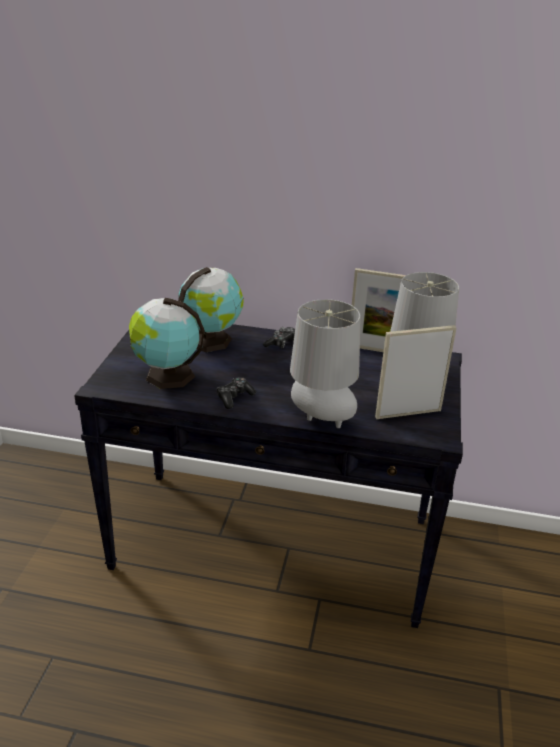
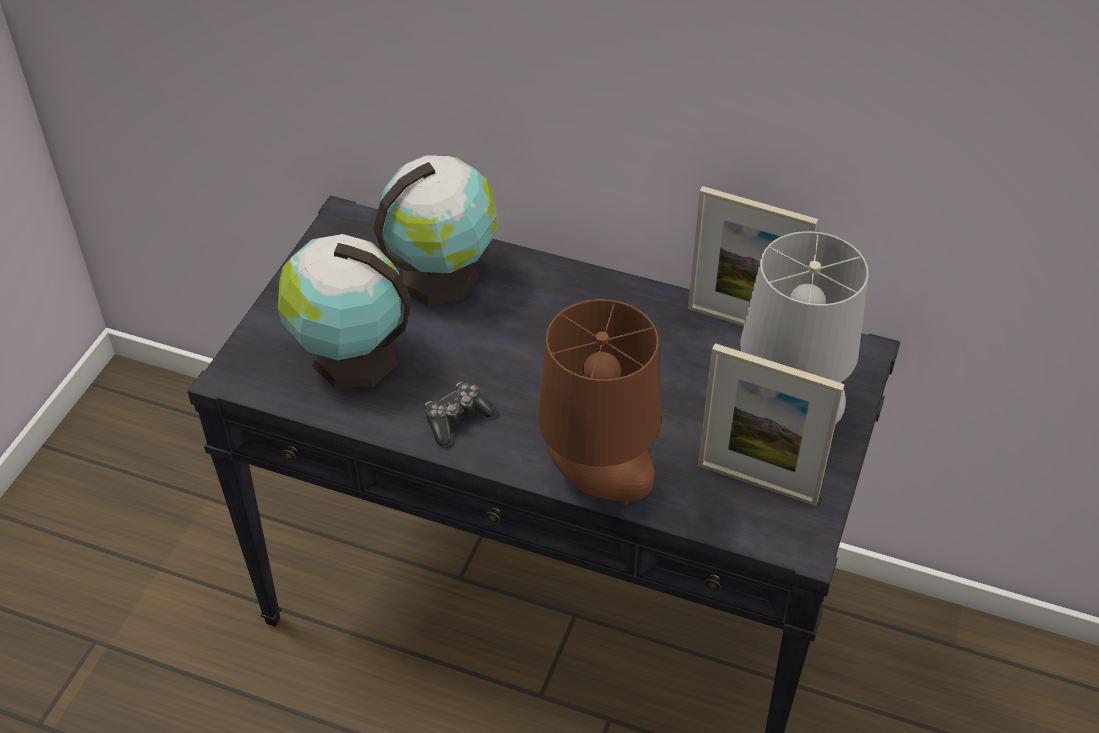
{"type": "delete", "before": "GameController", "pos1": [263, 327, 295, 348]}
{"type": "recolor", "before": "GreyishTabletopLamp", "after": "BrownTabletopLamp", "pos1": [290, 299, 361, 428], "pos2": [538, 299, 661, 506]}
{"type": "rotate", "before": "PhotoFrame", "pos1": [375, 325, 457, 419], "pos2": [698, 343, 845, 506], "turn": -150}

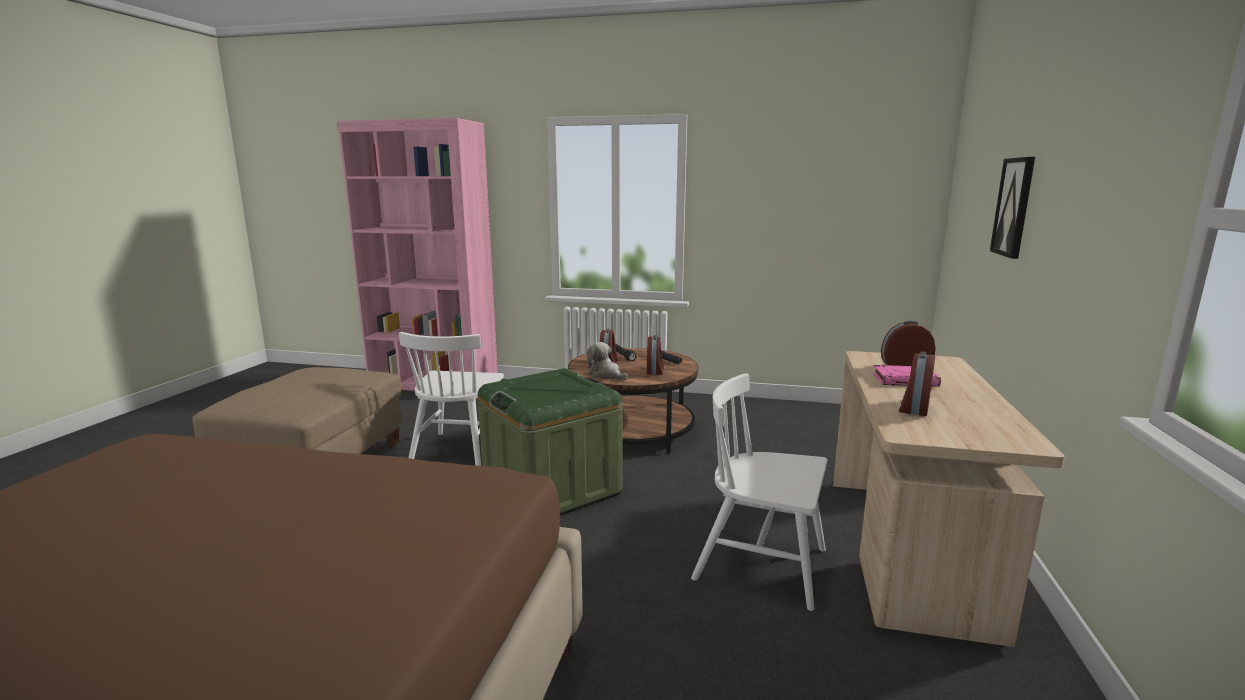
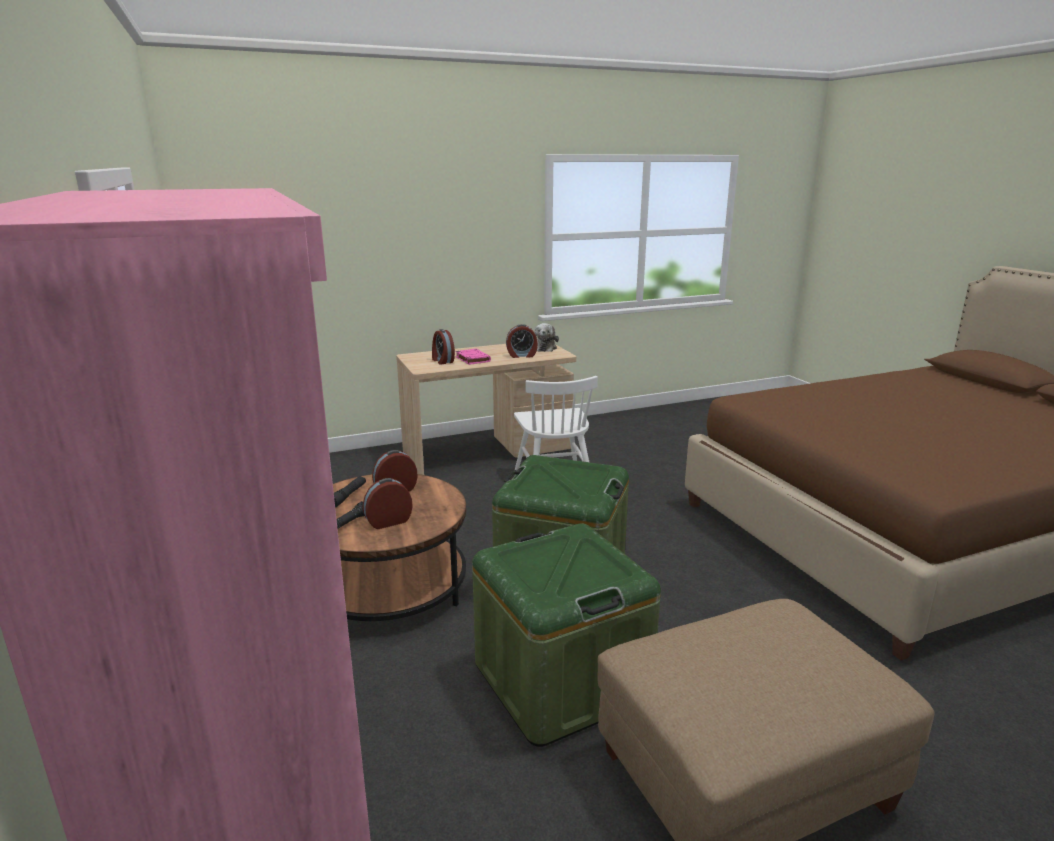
{"type": "delete", "before": "WallArt", "pos1": [990, 157, 1035, 259]}
{"type": "move", "before": "CuddlyToy", "pos1": [586, 342, 628, 380], "pos2": [534, 323, 559, 352]}
{"type": "replace", "before": "WhitePlainChair", "after": "GreenColouredStorageBin", "pos1": [399, 332, 504, 466], "pos2": [472, 523, 661, 747]}

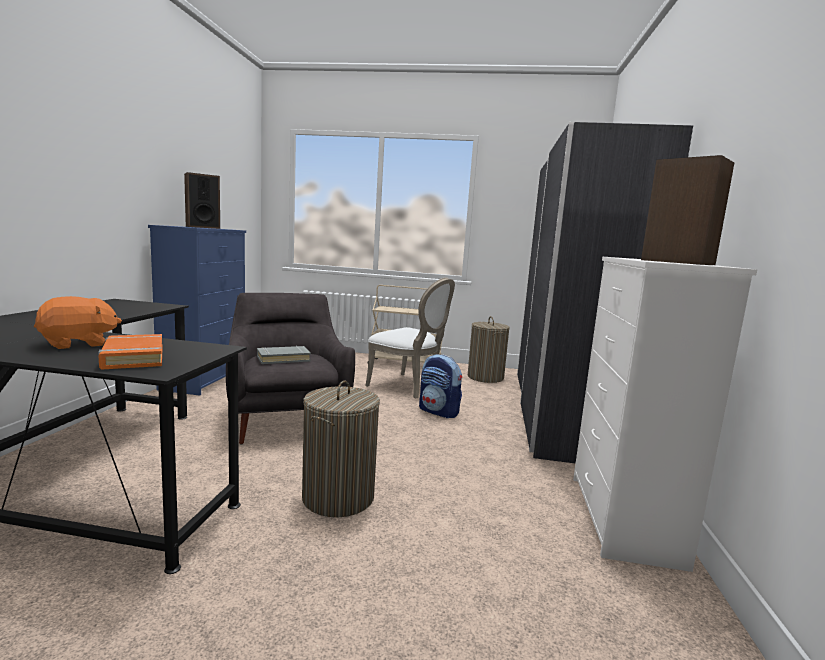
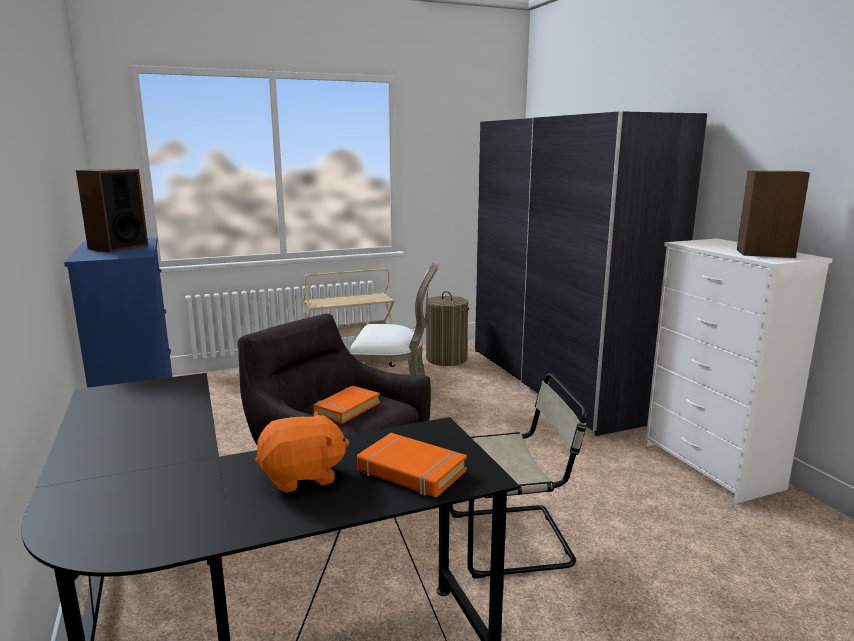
{"type": "delete", "before": "Backpack", "pos1": [419, 354, 462, 418]}
{"type": "replace", "before": "LaundryBasket", "after": "BeigeColouredPlainChair", "pos1": [302, 380, 380, 517], "pos2": [449, 373, 587, 578]}
{"type": "recolor", "before": "GreyishBoundBook", "after": "OrangeyBoundBook", "pos1": [257, 346, 311, 364], "pos2": [313, 386, 380, 424]}
{"type": "rotate", "before": "OrangeyCuddlyToy", "pos1": [34, 296, 122, 349], "pos2": [255, 411, 350, 493], "turn": 45}

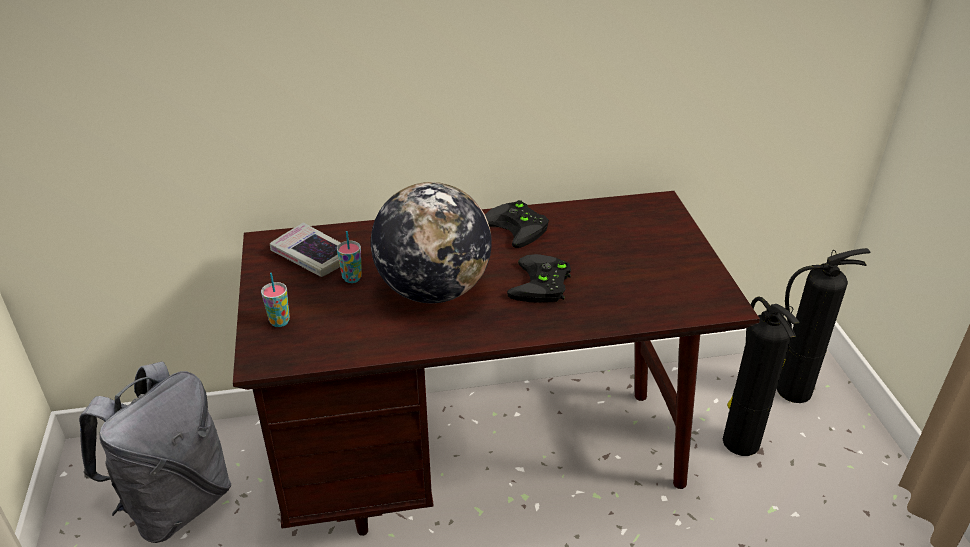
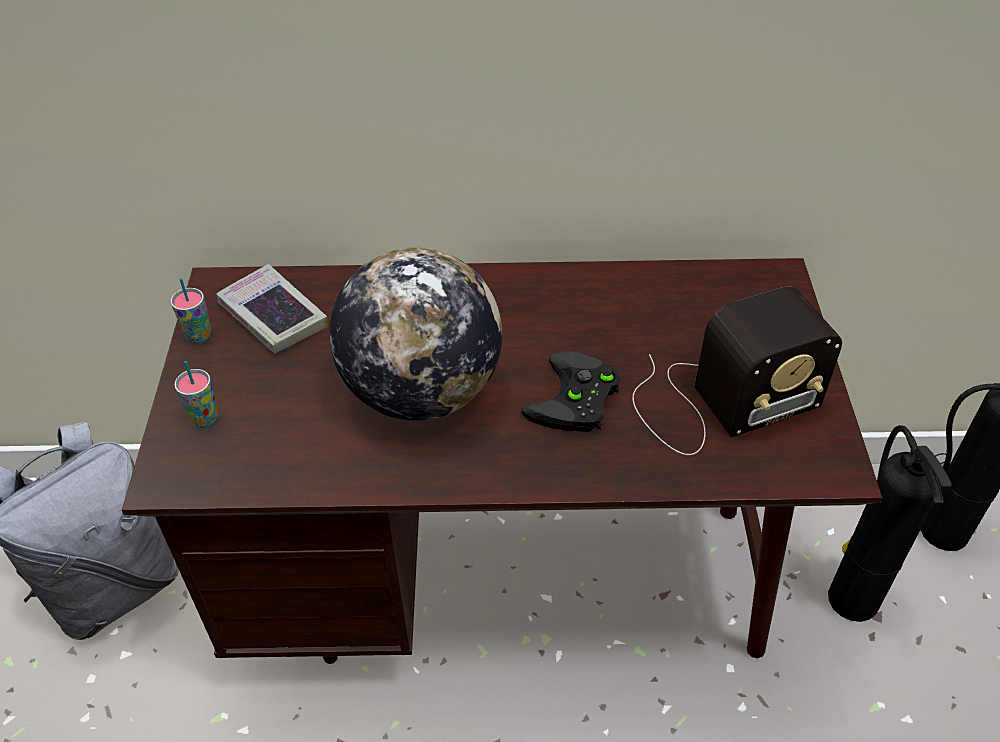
{"type": "delete", "before": "BlackGameController", "pos1": [485, 200, 549, 248]}
{"type": "insert", "after": "RadioReceiver", "pos2": [632, 286, 842, 455]}
{"type": "move", "before": "DrinkingCup", "pos1": [337, 231, 362, 283], "pos2": [171, 278, 211, 344]}

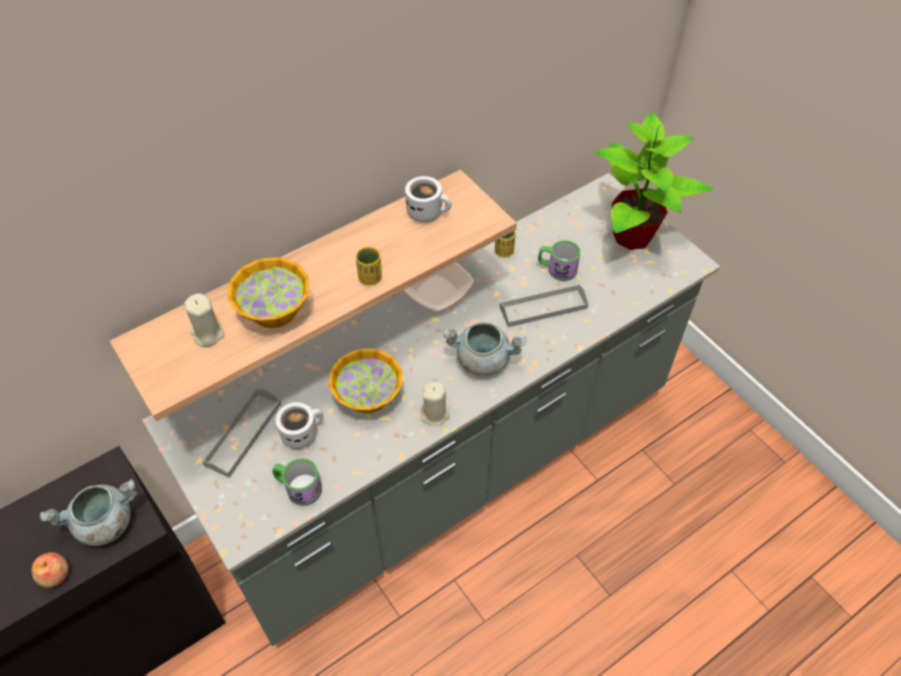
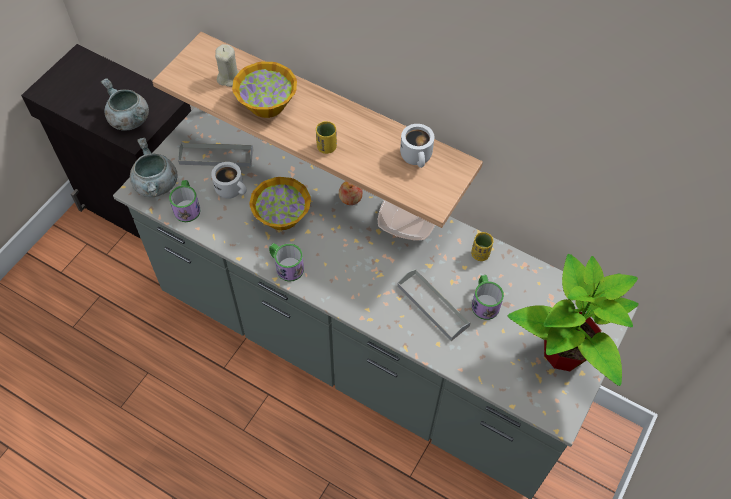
{"type": "move", "before": "WholeApple", "pos1": [32, 553, 69, 588], "pos2": [339, 181, 363, 205]}
{"type": "move", "before": "GreyishCookingPot", "pos1": [443, 322, 526, 376], "pos2": [130, 138, 177, 197]}
{"type": "replace", "before": "BeigeColouredCandle", "after": "TeaMug", "pos1": [421, 382, 450, 426], "pos2": [269, 243, 304, 282]}

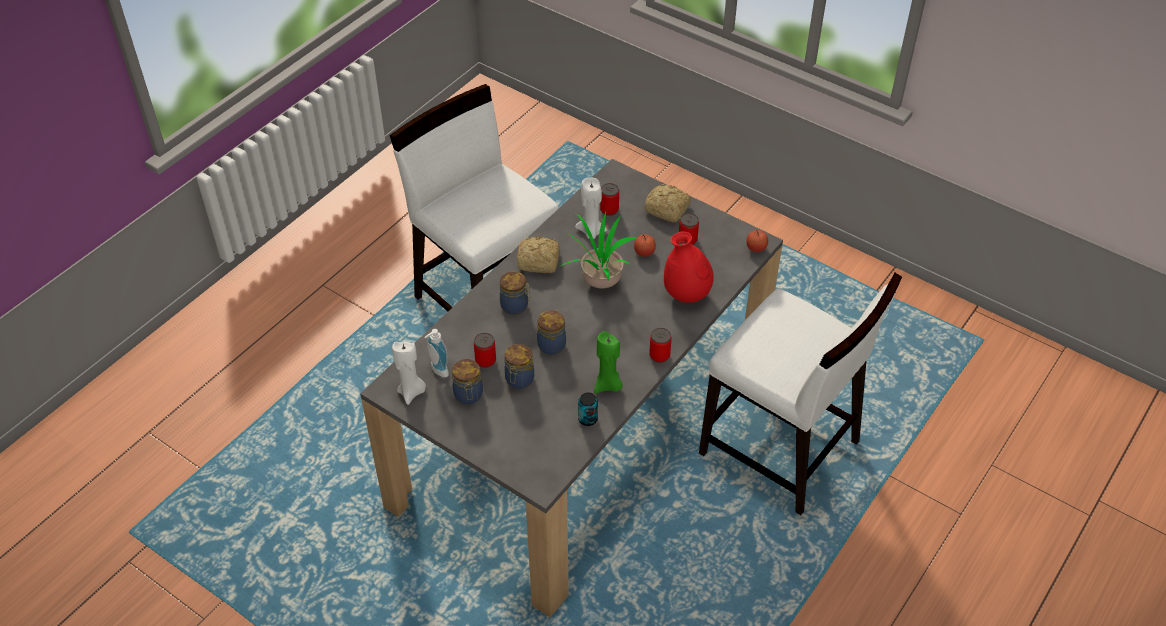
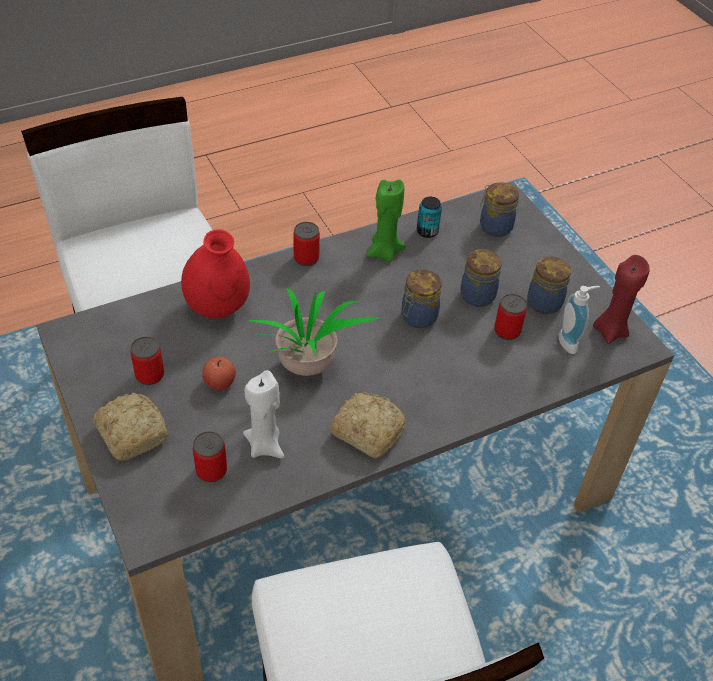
{"type": "delete", "before": "WholeApple", "pos1": [746, 230, 768, 252]}
{"type": "move", "before": "StorageJar", "pos1": [500, 271, 531, 315], "pos2": [480, 182, 519, 237]}
{"type": "recolor", "before": "WhiteCandle", "after": "RedColouredCandle", "pos1": [392, 342, 426, 405], "pos2": [593, 255, 650, 344]}

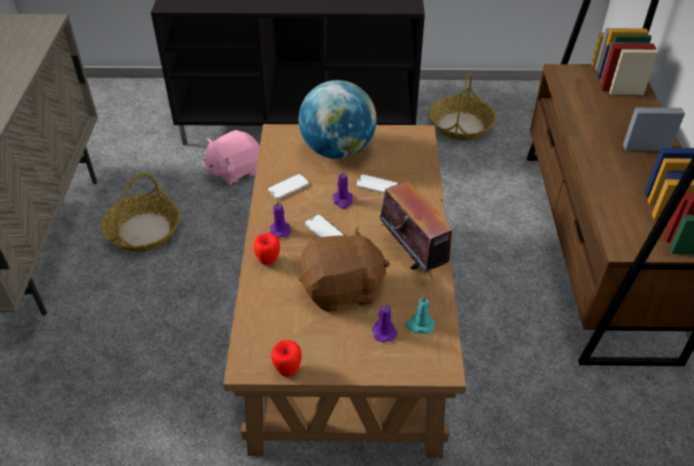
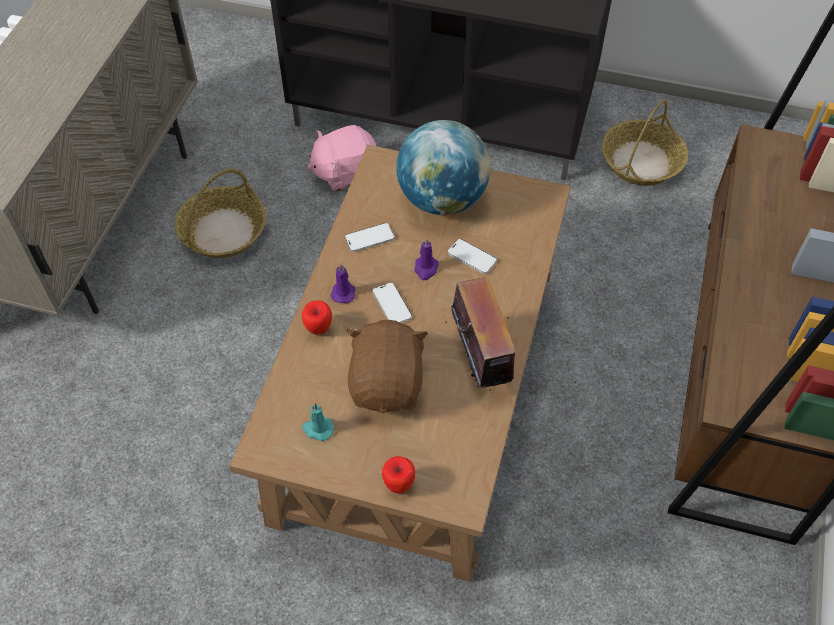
{"type": "delete", "before": "PurplishCandle", "pos1": [372, 302, 398, 342]}
{"type": "move", "before": "WholeApple", "pos1": [271, 340, 302, 377], "pos2": [382, 456, 415, 494]}
{"type": "move", "before": "TurquoiseColouredCandle", "pos1": [405, 295, 435, 334], "pos2": [302, 403, 334, 441]}
{"type": "rotate", "before": "BrownCuddlyToy", "pos1": [299, 227, 390, 312], "pos2": [347, 320, 428, 413], "turn": -90}

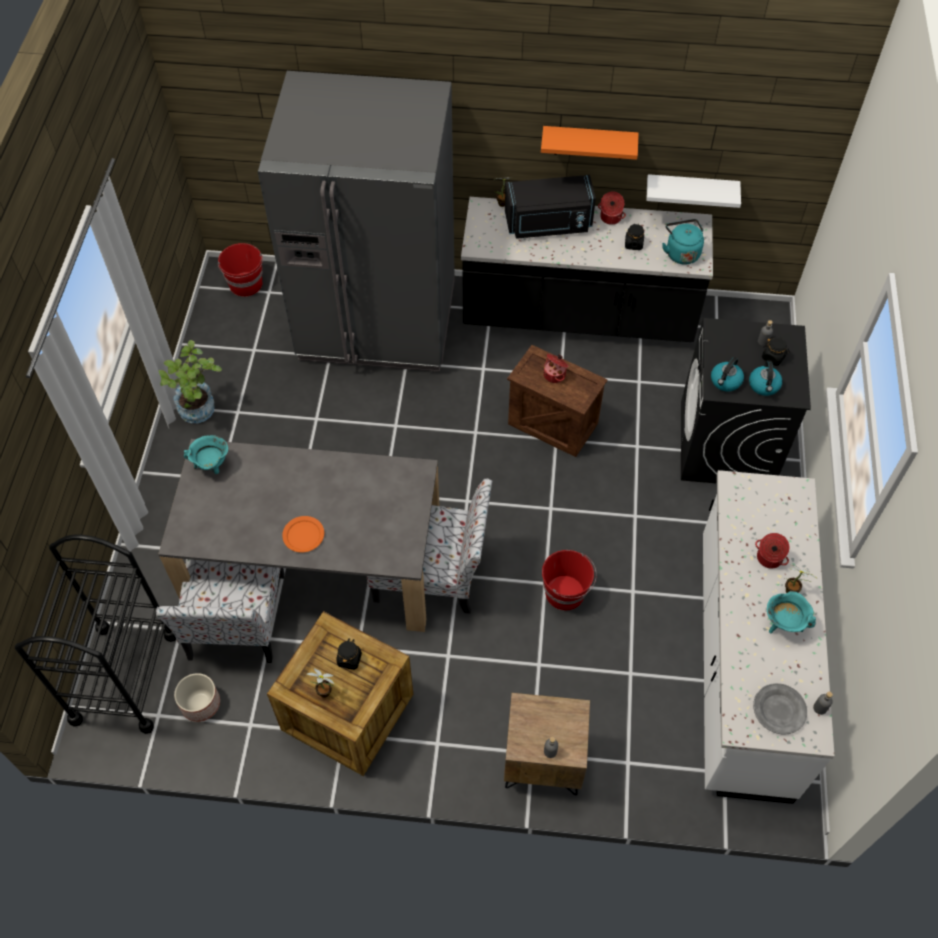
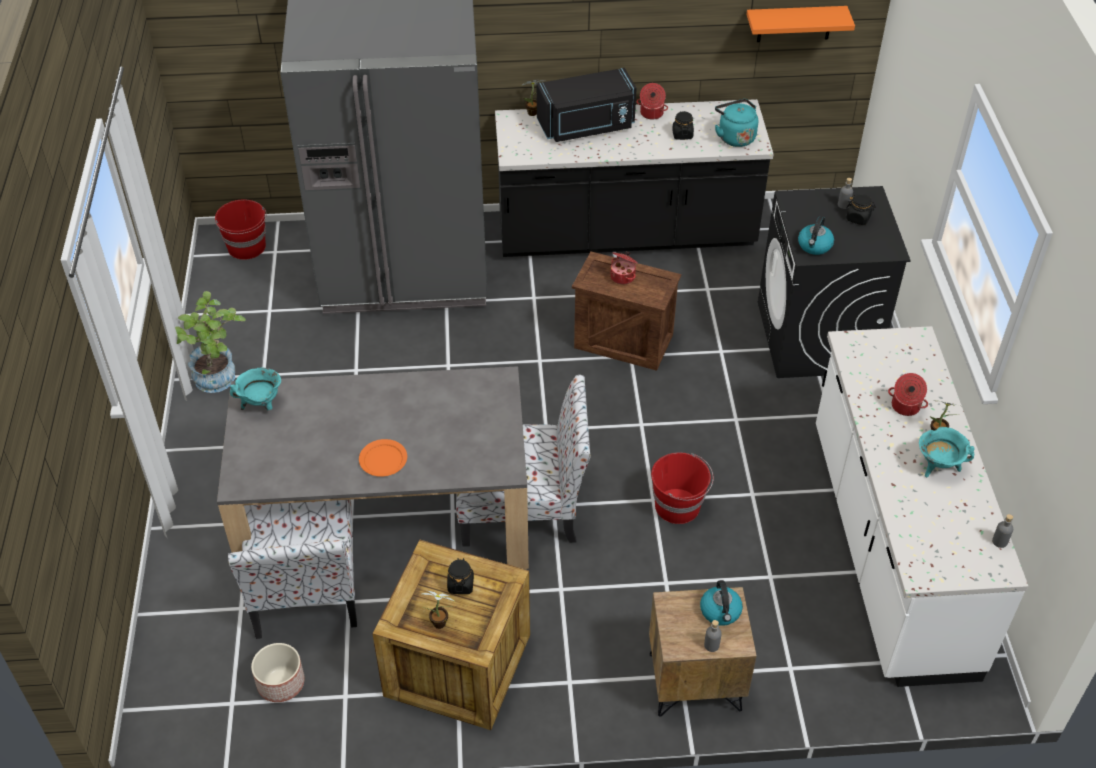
{"type": "delete", "before": "BlackCart", "pos1": [15, 534, 176, 734]}
{"type": "delete", "before": "WhiteShelf", "pos1": [646, 174, 741, 208]}
{"type": "delete", "before": "GreyishDinnerPlate", "pos1": [753, 683, 807, 734]}
{"type": "move", "before": "OrangeyShelf", "pos1": [541, 126, 639, 160], "pos2": [746, 6, 855, 42]}
{"type": "move", "before": "Kettle", "pos1": [749, 361, 782, 396], "pos2": [700, 580, 743, 626]}

